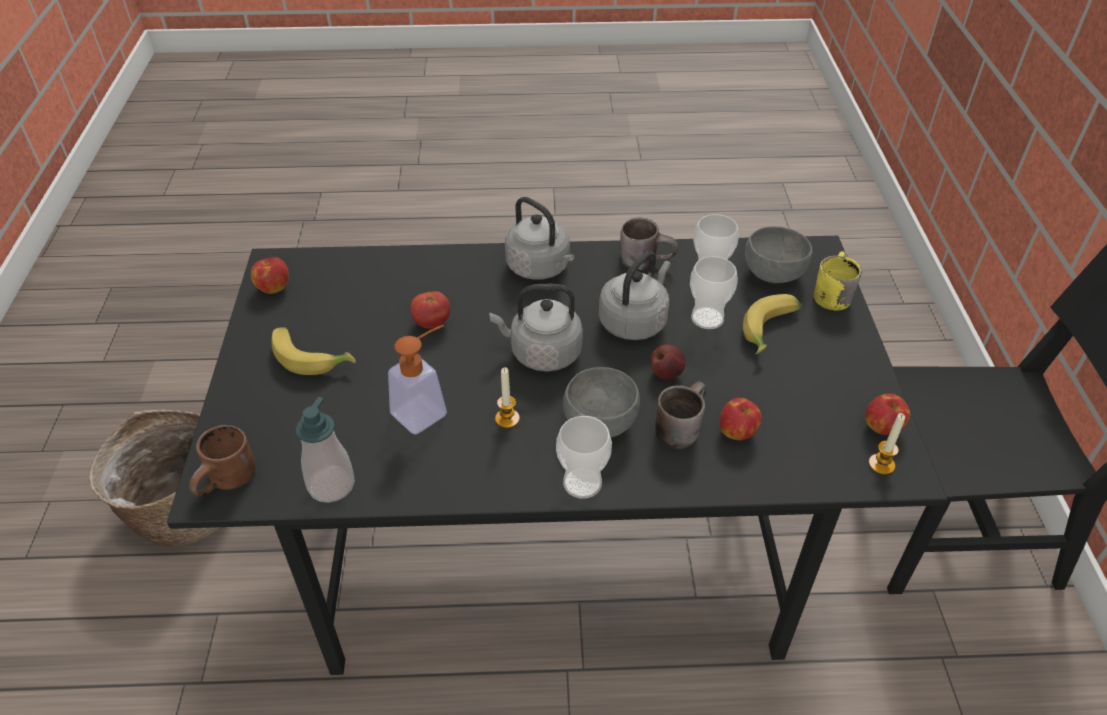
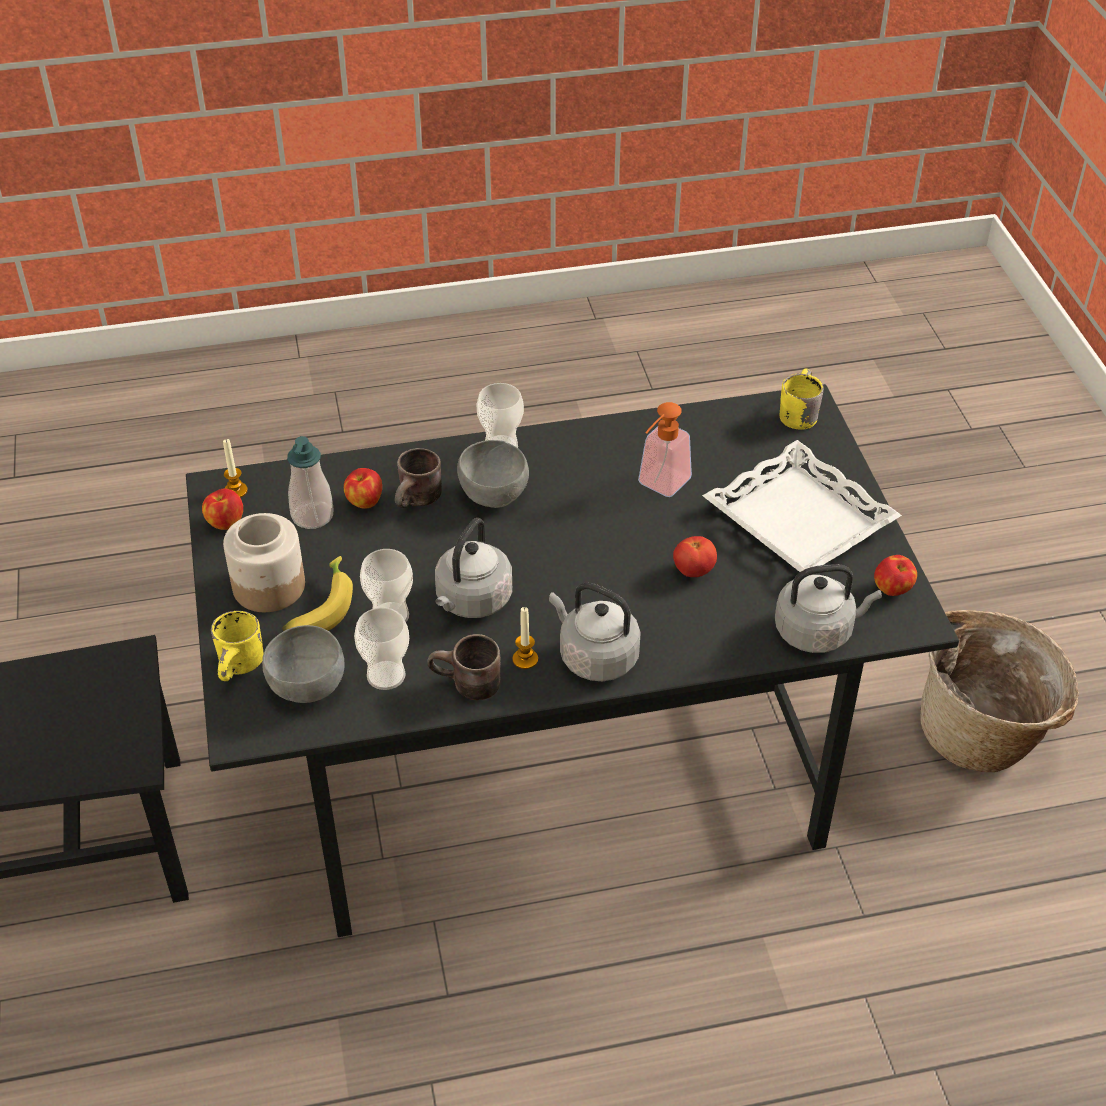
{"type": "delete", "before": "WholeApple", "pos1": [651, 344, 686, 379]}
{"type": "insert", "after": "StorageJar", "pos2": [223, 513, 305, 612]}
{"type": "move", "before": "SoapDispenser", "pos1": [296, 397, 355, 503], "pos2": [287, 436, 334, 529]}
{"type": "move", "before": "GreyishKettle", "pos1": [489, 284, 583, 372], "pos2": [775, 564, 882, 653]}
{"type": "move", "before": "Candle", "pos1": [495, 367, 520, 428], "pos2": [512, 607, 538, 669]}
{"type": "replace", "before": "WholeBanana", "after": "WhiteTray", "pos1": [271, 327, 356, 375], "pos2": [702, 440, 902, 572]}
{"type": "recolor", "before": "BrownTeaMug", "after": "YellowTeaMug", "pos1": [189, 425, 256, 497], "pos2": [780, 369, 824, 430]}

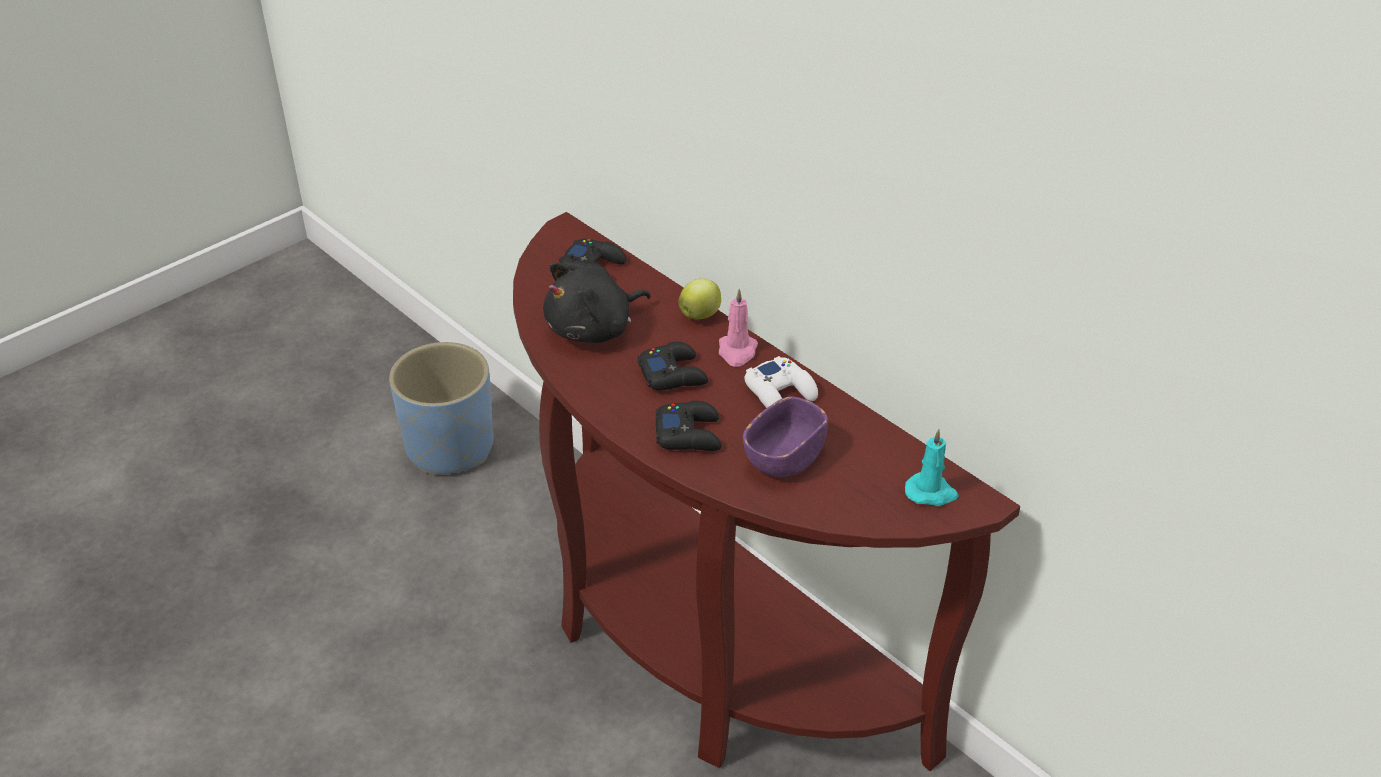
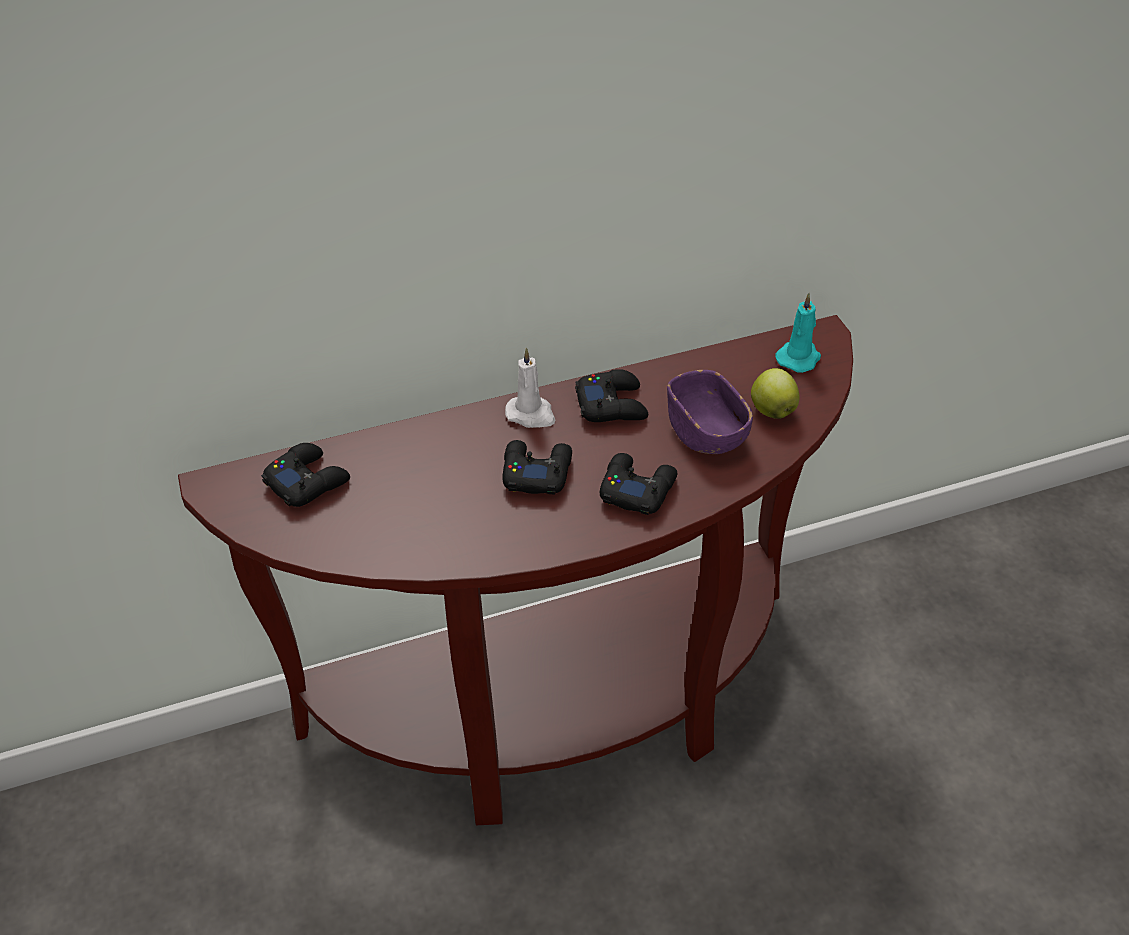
{"type": "delete", "before": "BlueColouredFlowerPot", "pos1": [389, 342, 493, 474]}
{"type": "delete", "before": "BlackCuddlyToy", "pos1": [543, 262, 651, 343]}
{"type": "move", "before": "WholeApple", "pos1": [678, 278, 721, 320], "pos2": [751, 368, 800, 419]}
{"type": "recolor", "before": "PinkishCandle", "after": "WhiteCandle", "pos1": [719, 289, 758, 367], "pos2": [505, 348, 555, 428]}
{"type": "recolor", "before": "WhiteGameController", "after": "BlackGameController", "pos1": [744, 356, 818, 408], "pos2": [575, 369, 648, 422]}

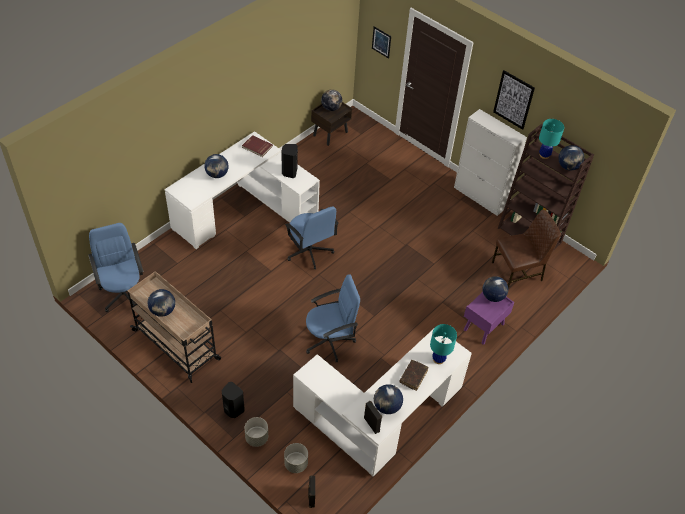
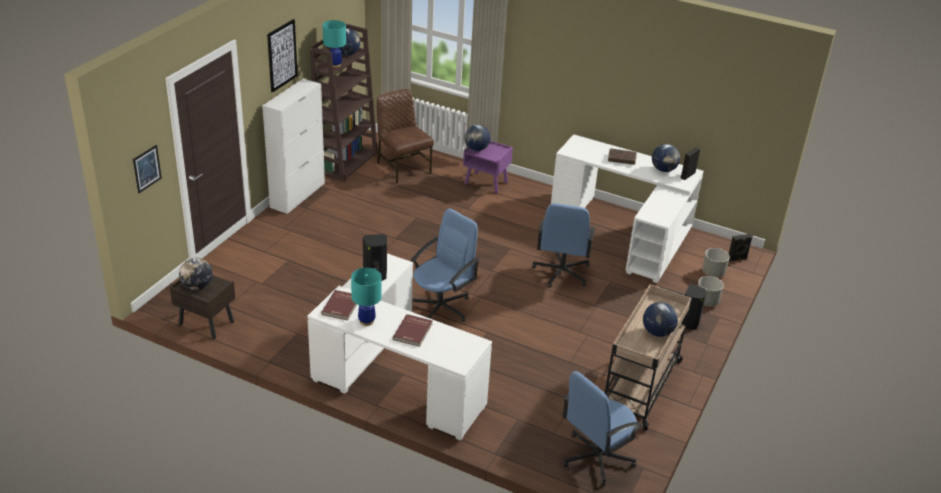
{"type": "move", "before": "TurquoiseColouredTabletopLamp", "pos1": [430, 324, 457, 364], "pos2": [351, 268, 382, 326]}
{"type": "replace", "before": "WorldGlobe", "after": "RedColouredBoundBook", "pos1": [204, 154, 229, 178], "pos2": [393, 314, 433, 347]}
{"type": "rotate", "before": "BlueColouredOfficeChair", "pos1": [306, 274, 360, 363], "pos2": [532, 203, 595, 288], "turn": -135}

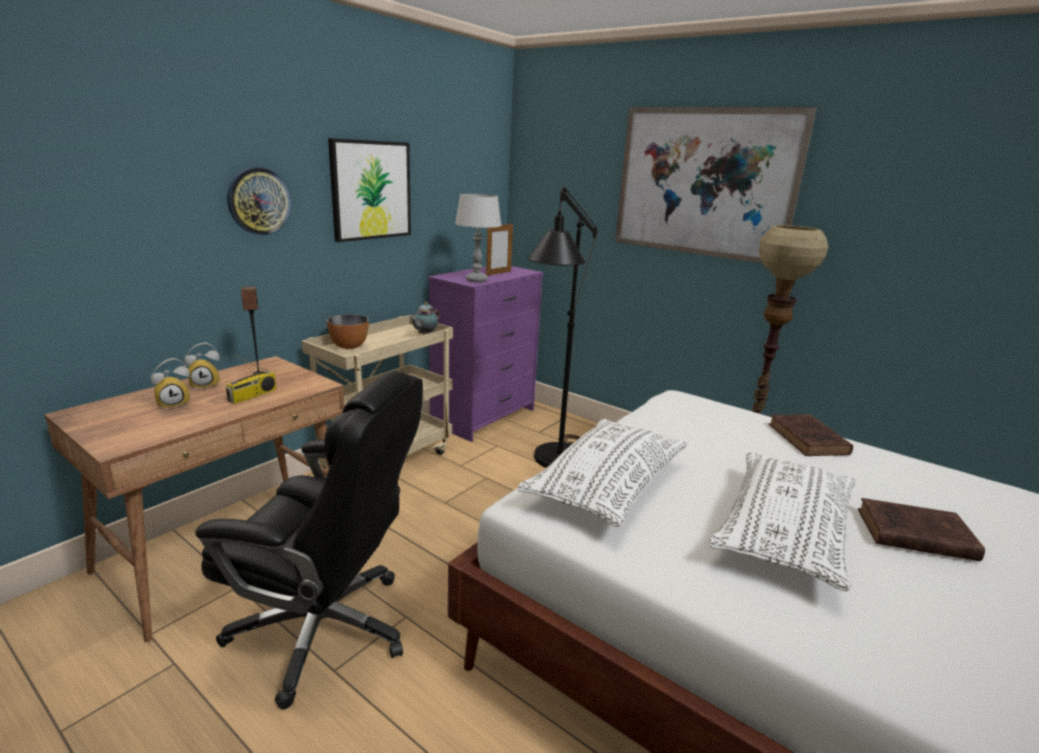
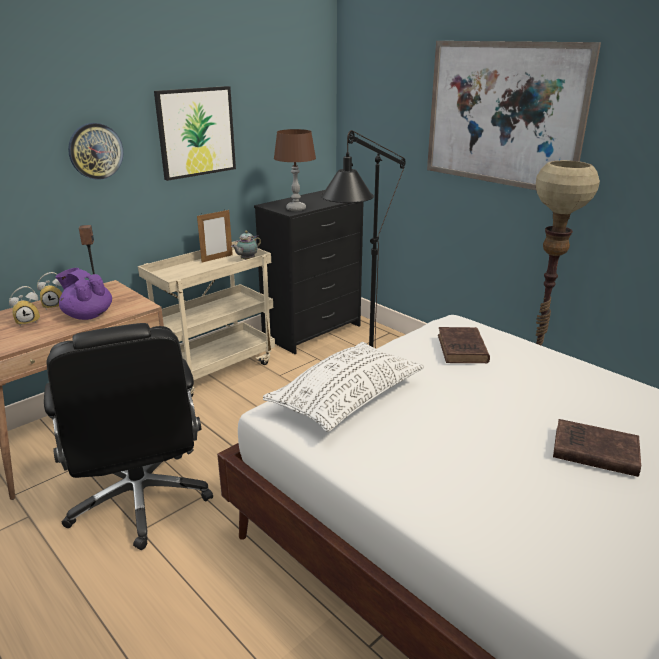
{"type": "delete", "before": "ServingBowl", "pos1": [327, 315, 369, 349]}
{"type": "delete", "before": "WhitePillow", "pos1": [709, 452, 856, 591]}
{"type": "move", "before": "PhotoFrame", "pos1": [486, 224, 513, 275], "pos2": [197, 209, 233, 262]}
{"type": "move", "before": "BrownBoundBook", "pos1": [768, 414, 853, 456], "pos2": [438, 327, 490, 363]}
{"type": "replace", "before": "RadioReceiver", "after": "PurplishTeapot", "pos1": [226, 354, 276, 404], "pos2": [56, 268, 112, 320]}
{"type": "recolor", "before": "PurplishDrawerChest", "after": "BlackDrawerChest", "pos1": [428, 266, 543, 442], "pos2": [254, 190, 363, 354]}
{"type": "recolor", "before": "GreyishTabletopLamp", "after": "BrownTabletopLamp", "pos1": [455, 194, 502, 282], "pos2": [274, 129, 316, 211]}
{"type": "rotate", "before": "BlackOfficeChair", "pos1": [195, 371, 423, 709], "pos2": [44, 323, 213, 550], "turn": 45}

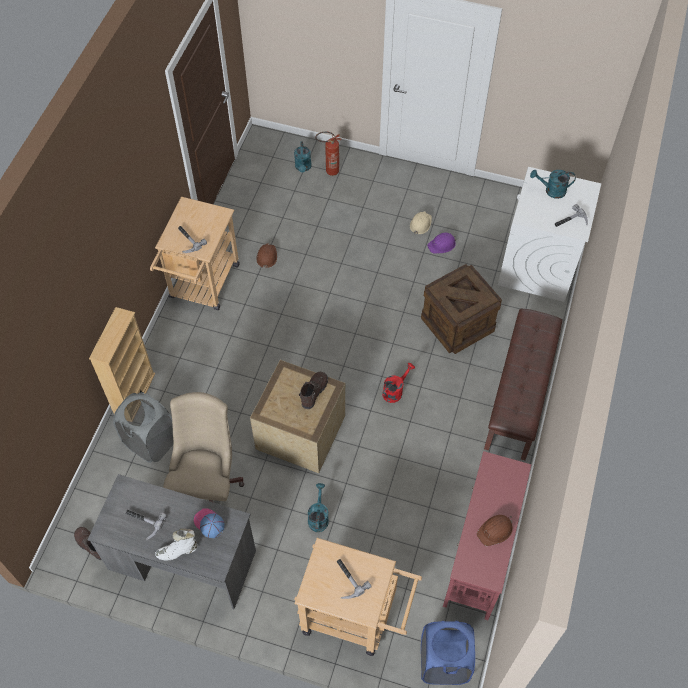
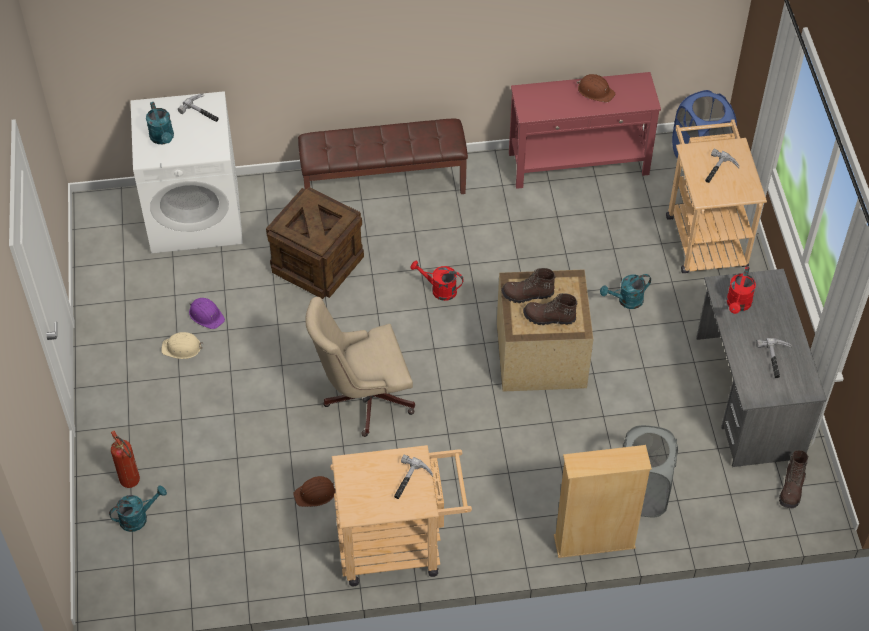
{"type": "delete", "before": "WhiteHighTopBoot", "pos1": [155, 528, 197, 560]}
{"type": "insert", "after": "BrownHighTopBoot", "pos2": [523, 293, 577, 325]}
{"type": "move", "before": "BeigeColouredOfficeChair", "pos1": [163, 392, 245, 503], "pos2": [305, 297, 415, 437]}
{"type": "replace", "before": "BaseballCap", "after": "RedColouredWateringPot", "pos1": [194, 508, 225, 538], "pos2": [726, 267, 756, 314]}

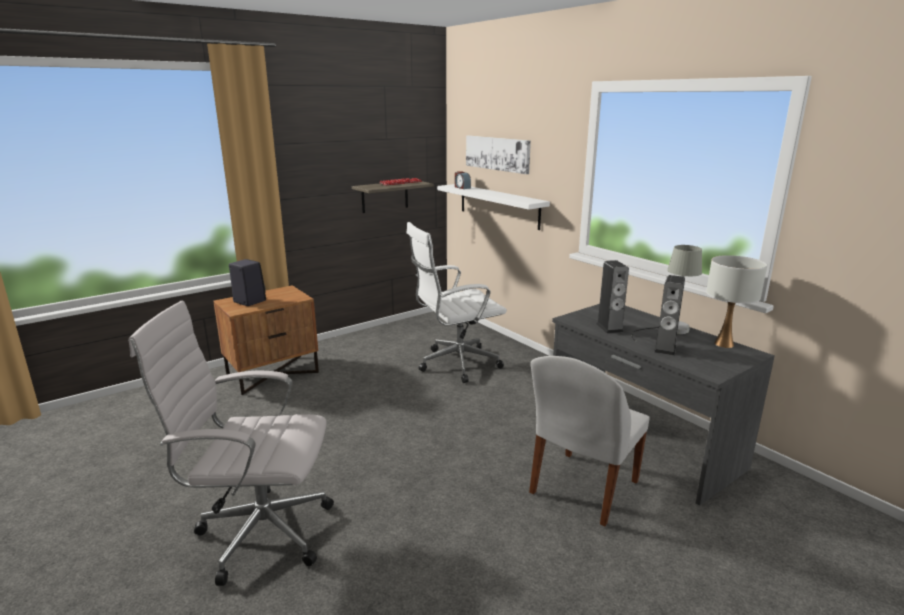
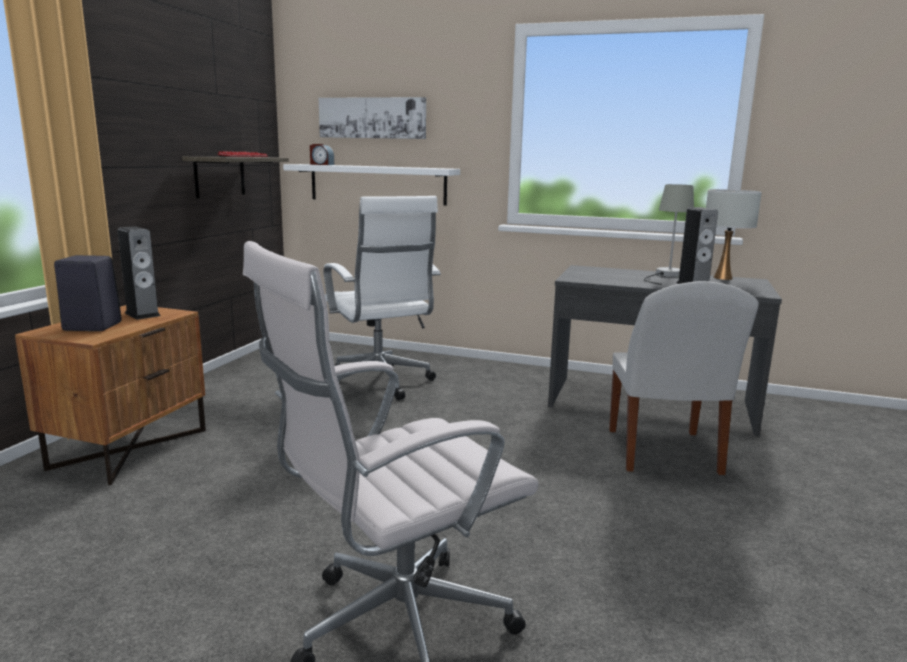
{"type": "move", "before": "AudioSpeaker", "pos1": [596, 260, 629, 334], "pos2": [118, 227, 161, 320]}
{"type": "rotate", "before": "WhiteOfficeChair", "pos1": [406, 222, 507, 383], "pos2": [323, 196, 441, 400], "turn": -60}

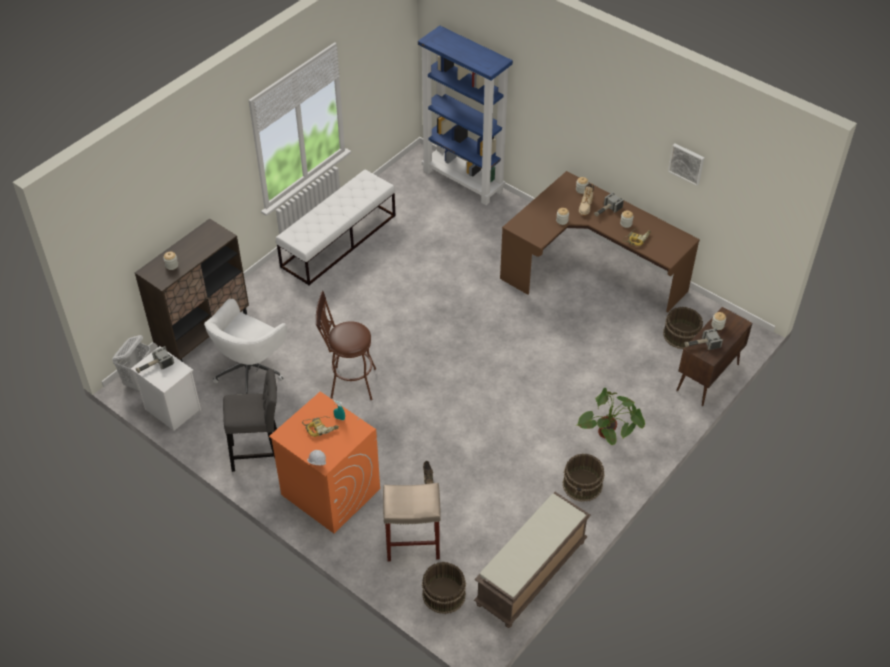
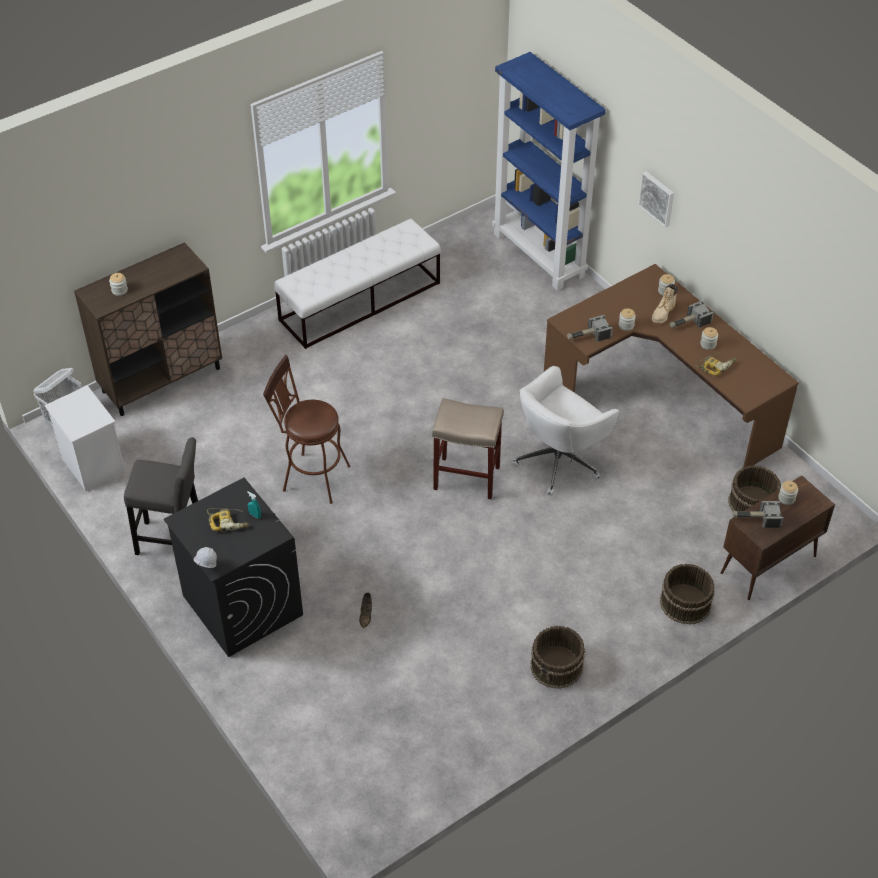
{"type": "delete", "before": "BrownIndoorBench", "pos1": [474, 492, 591, 628]}
{"type": "delete", "before": "Houseplant", "pos1": [577, 388, 645, 446]}
{"type": "move", "before": "Hammer", "pos1": [136, 346, 174, 373], "pos2": [567, 315, 613, 341]}
{"type": "move", "before": "WhiteOfficeChair", "pos1": [204, 299, 287, 394], "pos2": [511, 366, 620, 496]}
{"type": "move", "before": "BeigeColouredSittingStool", "pos1": [383, 483, 441, 561], "pos2": [432, 398, 504, 499]}
{"type": "move", "before": "BrownBucket", "pos1": [422, 562, 466, 614], "pos2": [660, 564, 715, 625]}
{"type": "move", "before": "WallArt", "pos1": [668, 143, 704, 186], "pos2": [638, 171, 674, 228]}
{"type": "recolor", "before": "OrangeyLaundryMachine", "after": "BlackLaundryMachine", "pos1": [269, 391, 380, 533], "pos2": [164, 478, 303, 657]}

